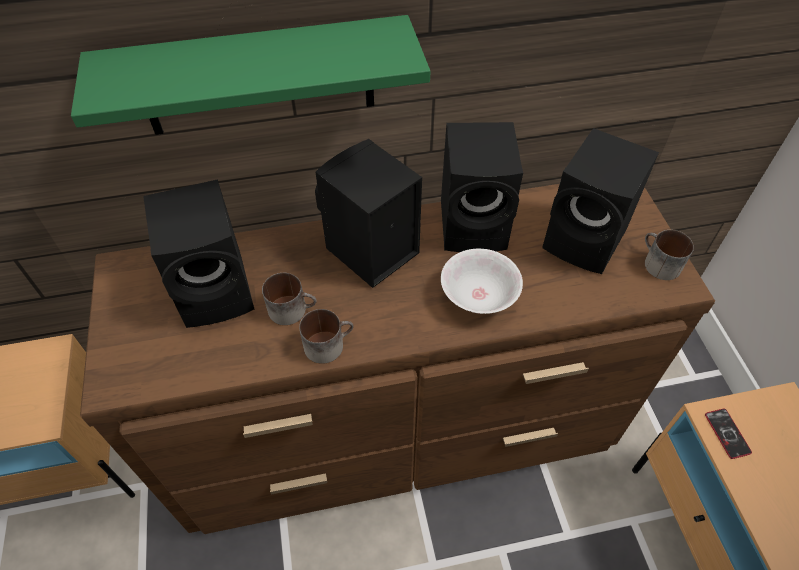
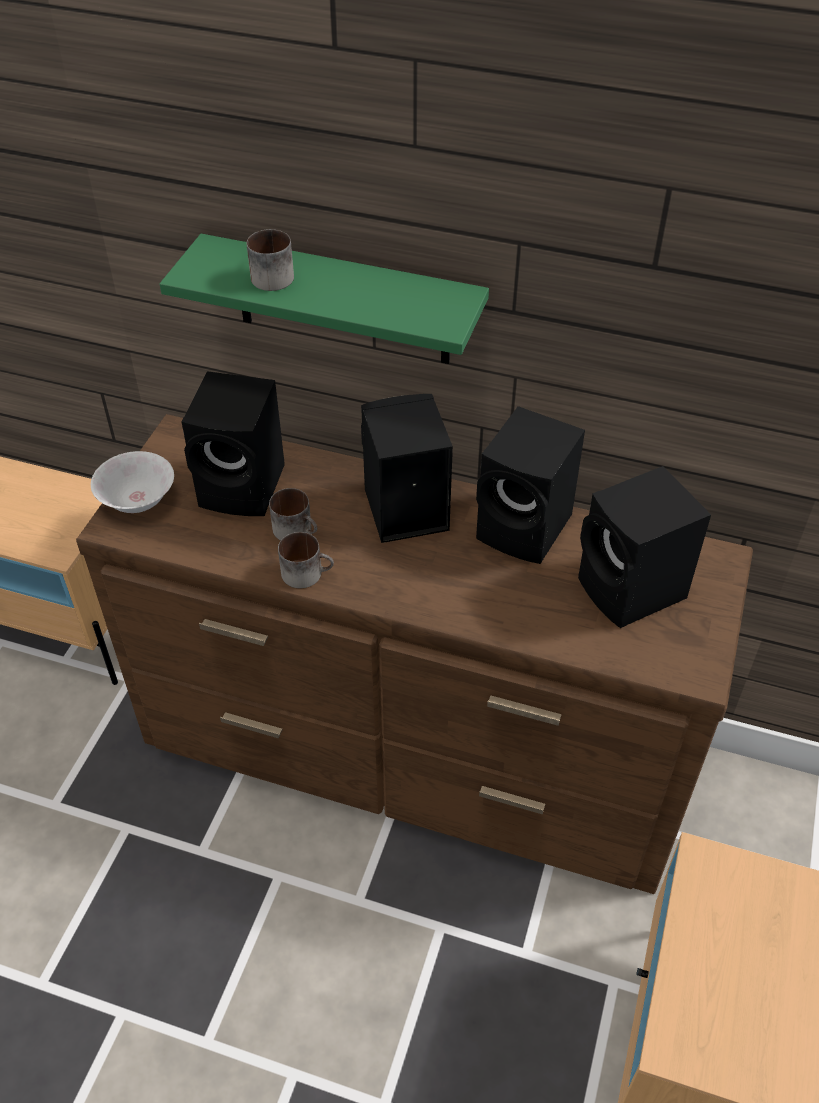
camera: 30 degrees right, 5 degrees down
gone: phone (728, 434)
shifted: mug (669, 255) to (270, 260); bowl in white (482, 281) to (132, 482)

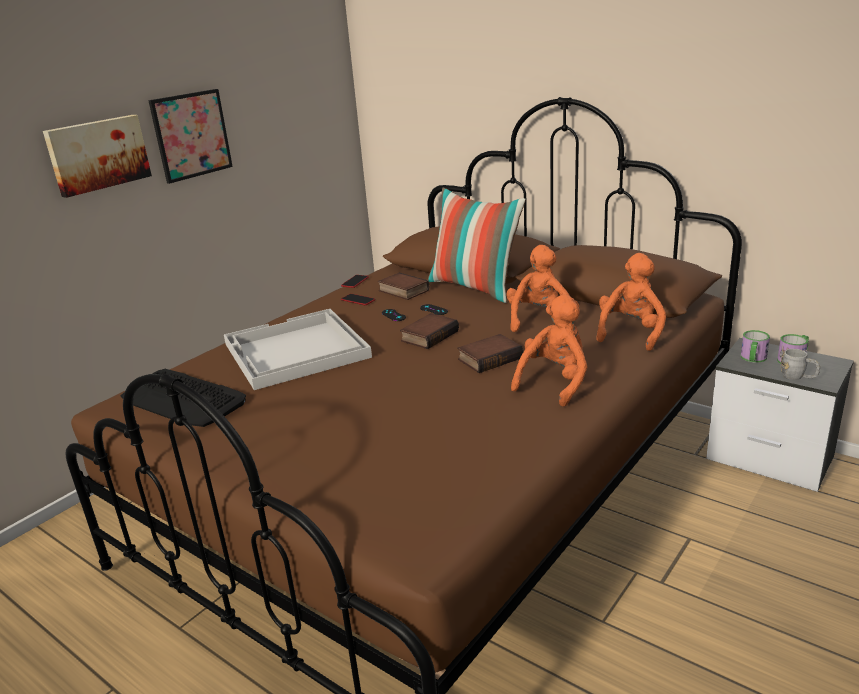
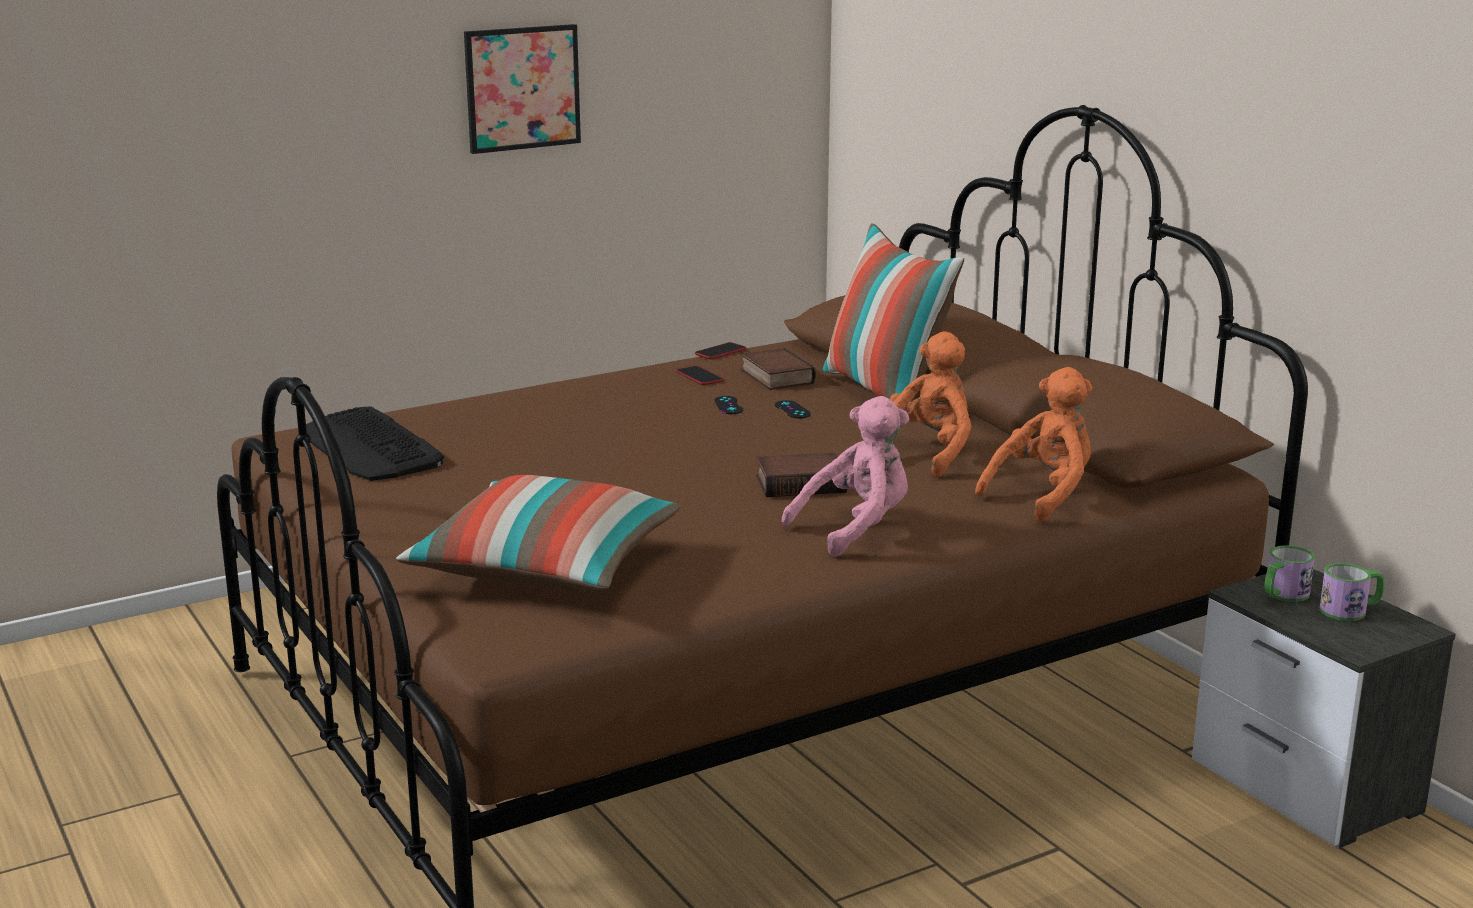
camera: 20 degrees right, 5 degrees down
gone: picture (97, 156); tray in white (298, 349); book (429, 331); mug in grey (800, 364)
new: pillow (538, 533)
repainted: plush toy in orange (549, 350) to plush toy in pink (846, 476)

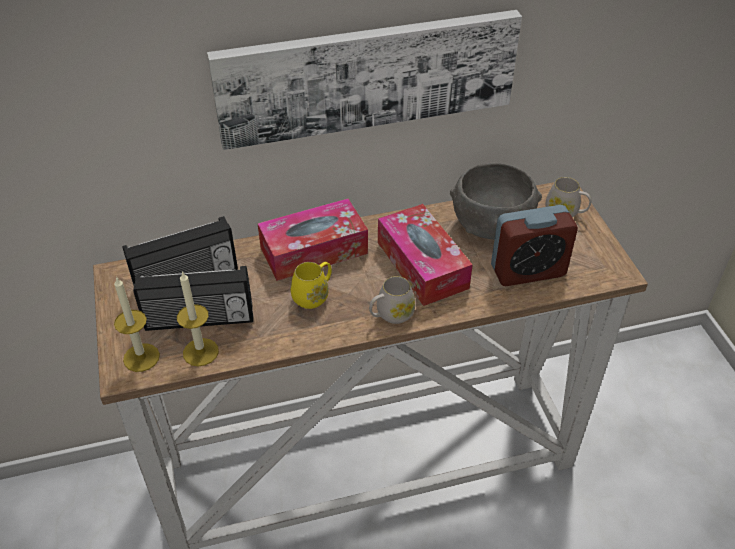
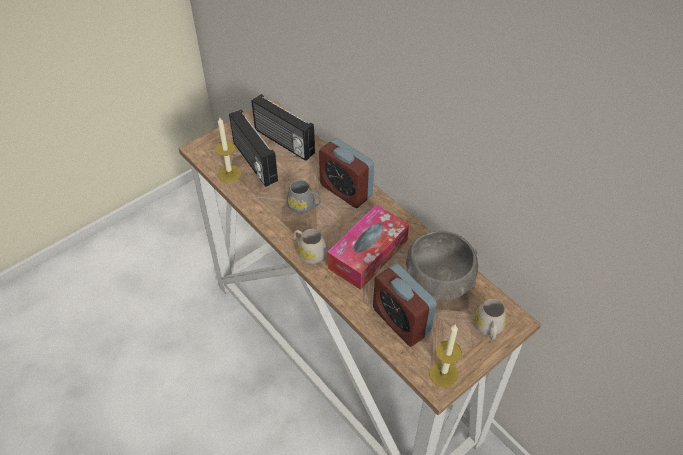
camera: 65 degrees right, 5 degrees up
gone: picture (364, 80)
shifted: candle (137, 324) to (445, 356)
swapped: tissue box (312, 240) to alarm clock (346, 173)
repainted: mug in yellow (311, 285) to mug in grey (304, 197)

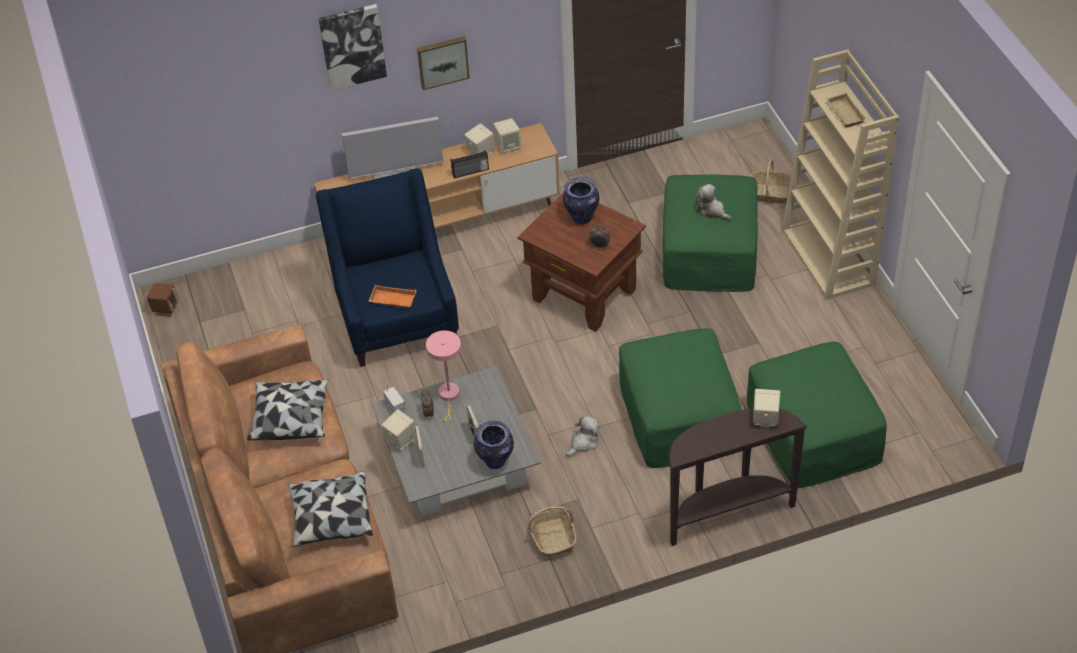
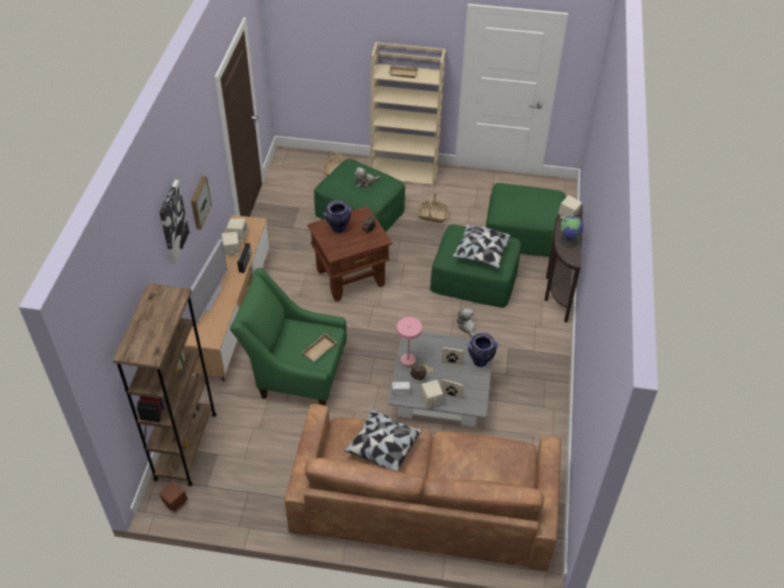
camera: 65 degrees left, 0 degrees up
new: globe (571, 231); bookcase in brown (165, 385)
shifted: pillow (330, 509) to (482, 246); basket (552, 531) to (433, 208)
repainted: armchair in blue (387, 267) to armchair in green (288, 337); tray in orange (392, 297) to tray in beige (319, 347)

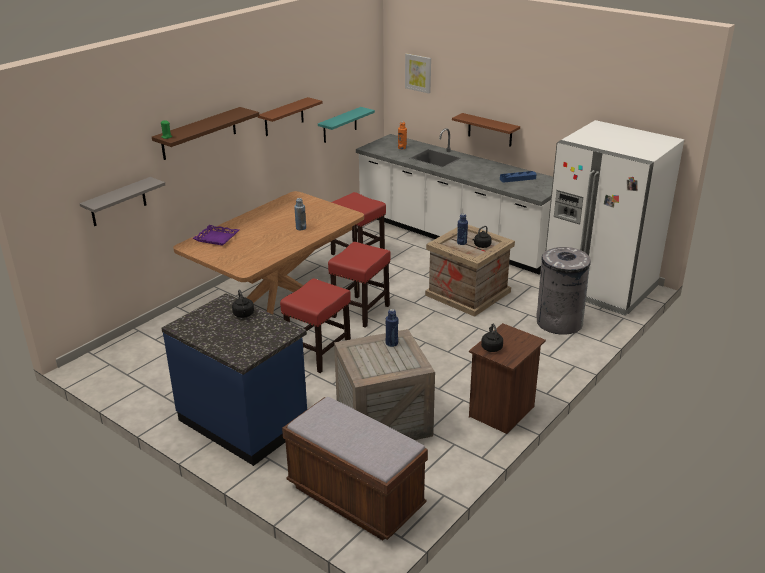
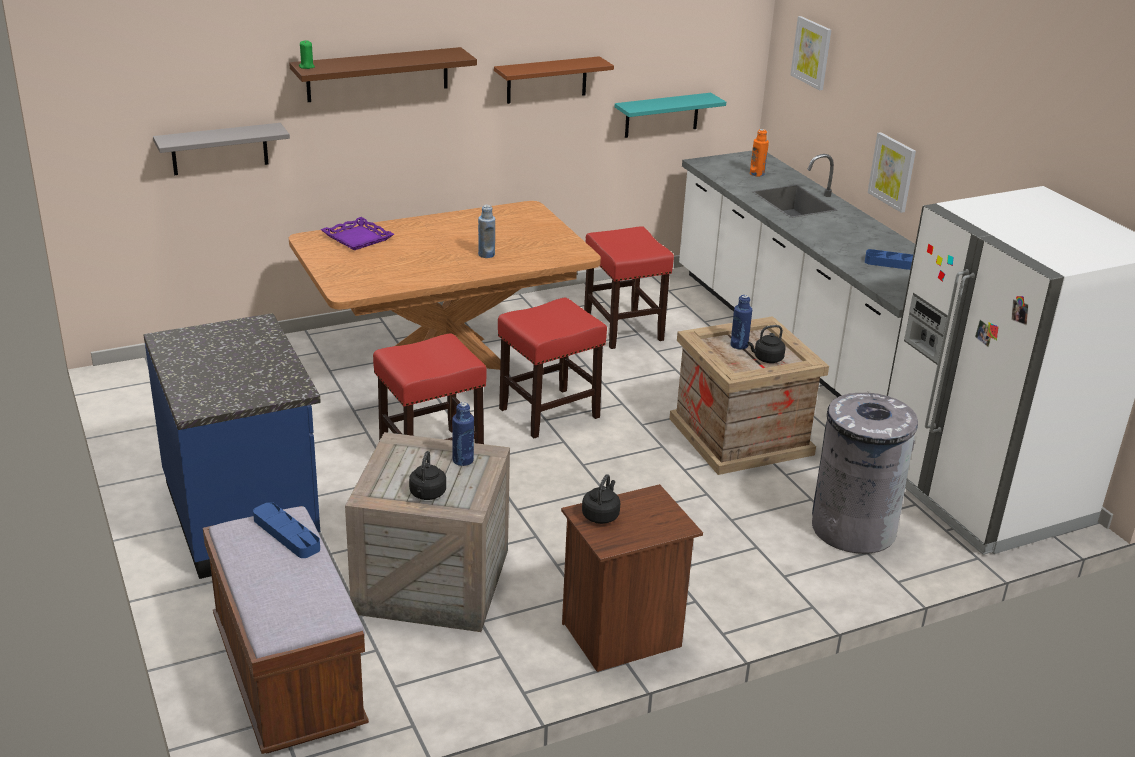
camera: 25 degrees right, 0 degrees up
new: tray in blue (286, 530)
shifted: kettle in black (243, 304) to (427, 475)
swapped: shelf in brown (486, 130) to picture (892, 172)

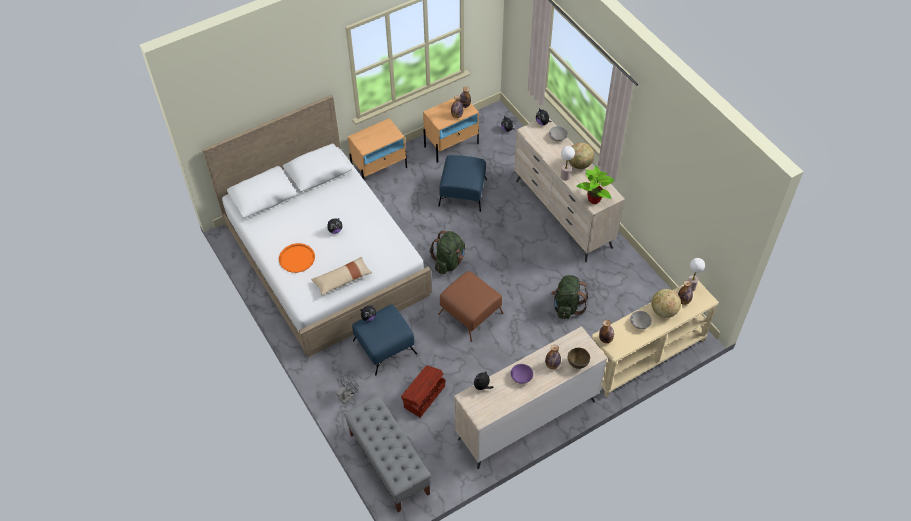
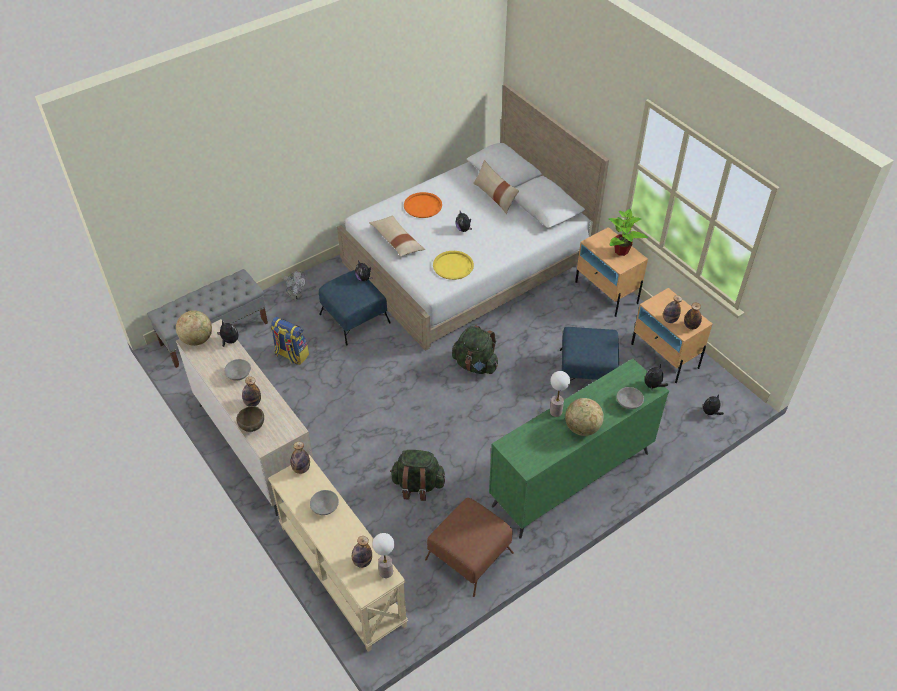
camera: 85 degrees right, 5 degrees down
new: pillow in beige (496, 187); tray in yellow (453, 265)
shifted: potted plant (595, 185) to (629, 232); ottoman in brown (471, 306) to (469, 547); globe (666, 303) to (194, 328)
swapped: storage box in brown (423, 391) to backpack (290, 341)
repainted: dresser in beige (569, 190) to dresser in green (579, 448); bowl in purple (522, 374) to bowl in grey (237, 369)

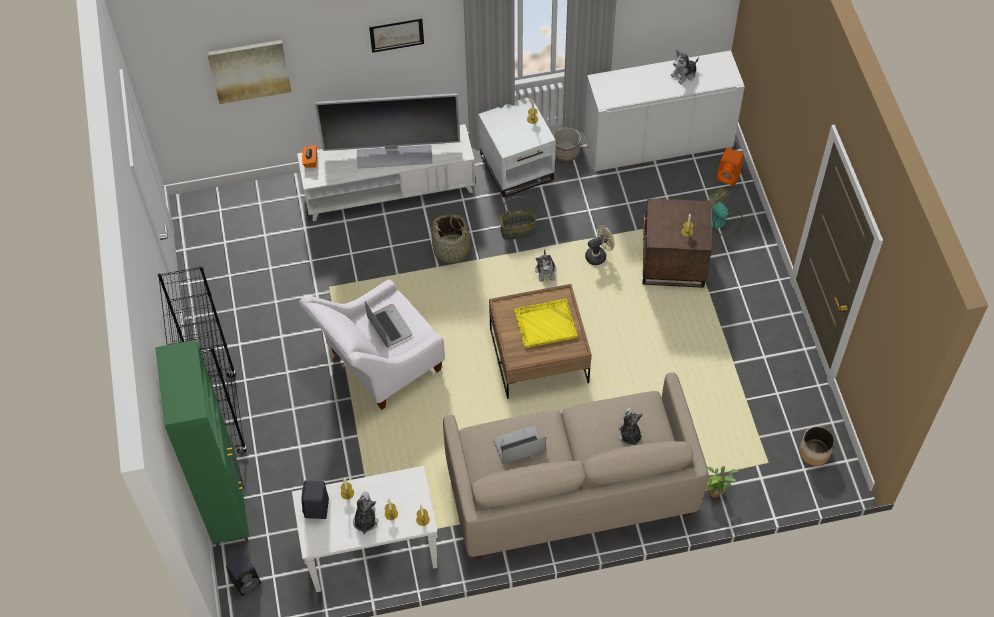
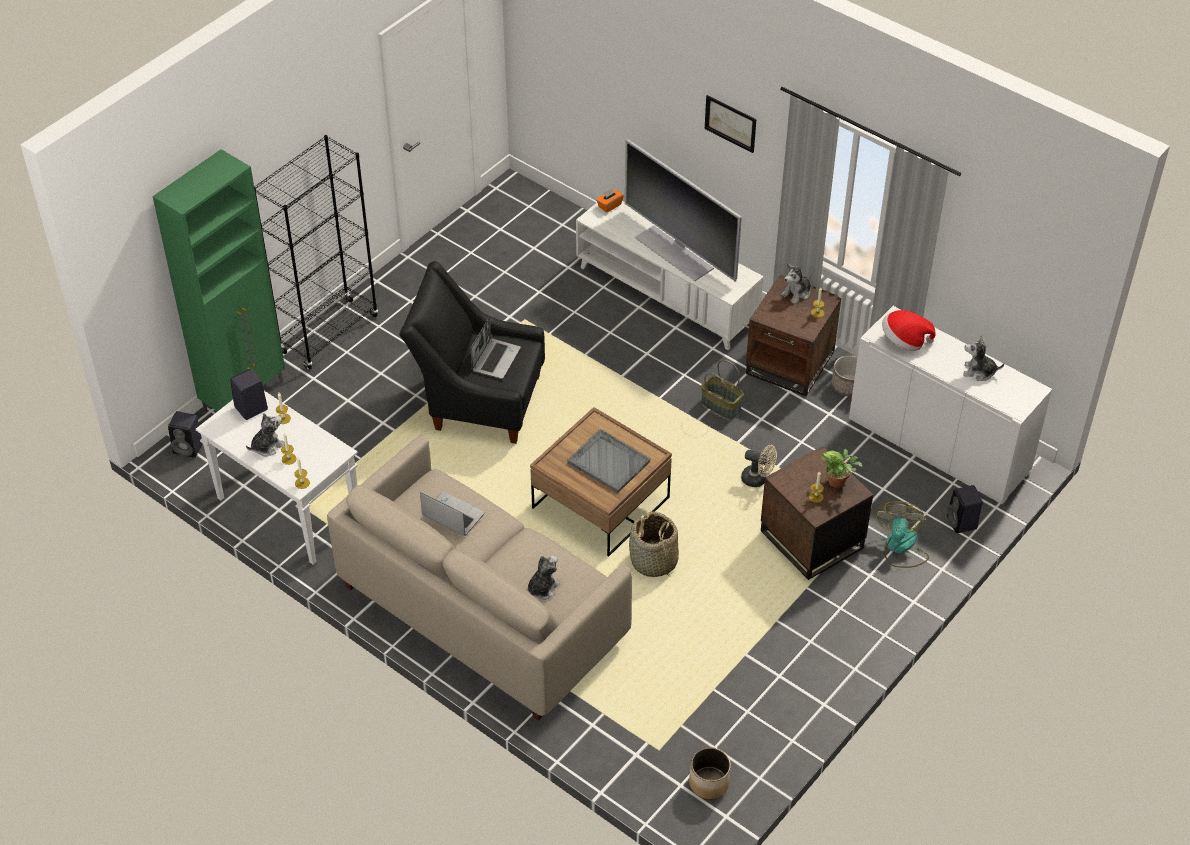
camera: 50 degrees right, 10 degrees down
gone: picture (249, 72)
new: hat (908, 330)
shifted: basket (454, 239) to (654, 544); plush toy (546, 265) to (796, 283); potted plant (722, 481) to (841, 468)
repainted: side table in white (517, 147) to side table in brown (793, 335); speaker in orange (729, 167) to speaker in black (965, 509); armchair in white (372, 345) to armchair in black (472, 352); tray in yellow (546, 323) to tray in grey (608, 461)

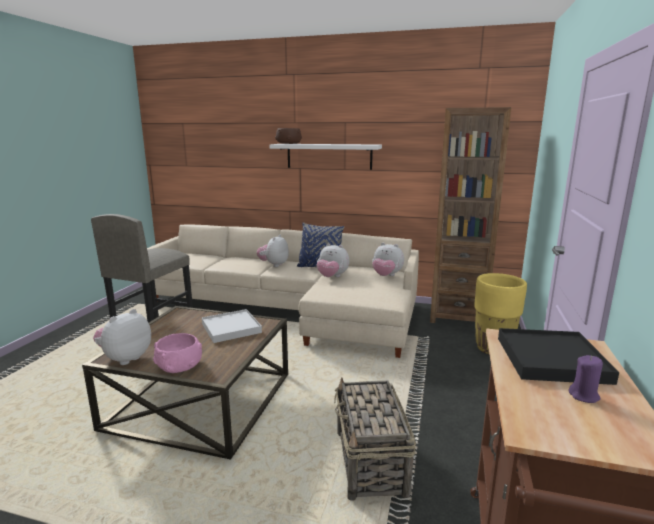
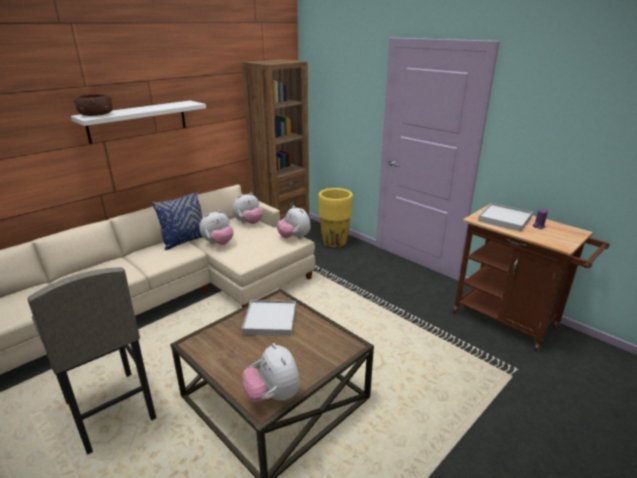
camera: 60 degrees left, 10 degrees up
gone: bowl in pink (177, 353); basket (375, 439)
shifted: plush toy (273, 251) to (294, 222)
repainted: tray in black (558, 356) to tray in white (505, 217)

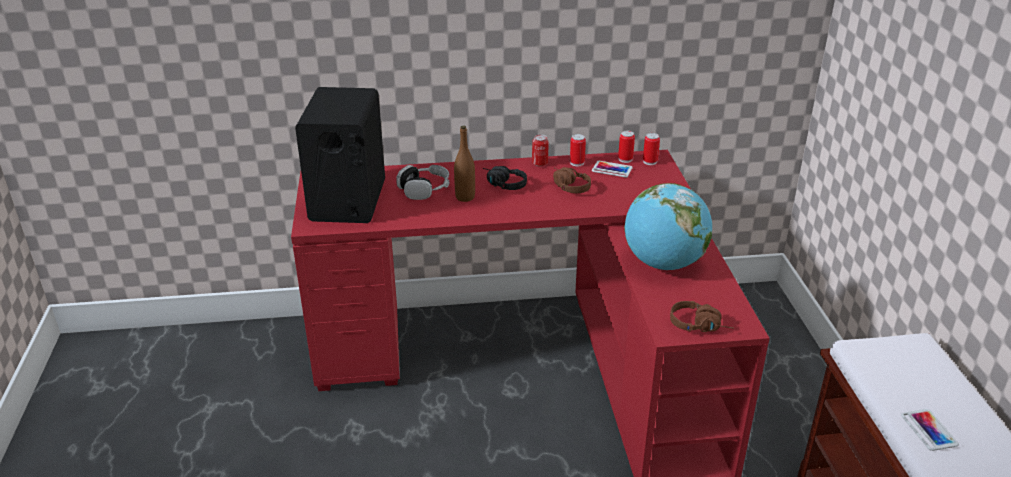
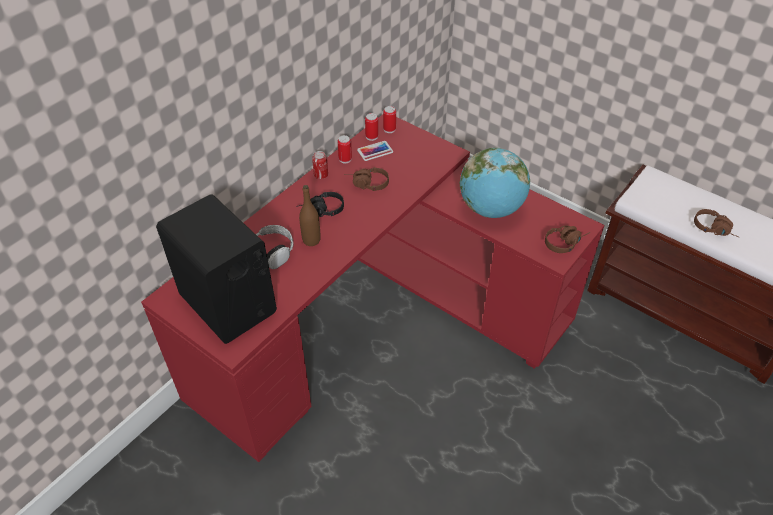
camera: 45 degrees left, 15 degrees up
swapped: phone (930, 430) to headphones in brown (716, 223)

